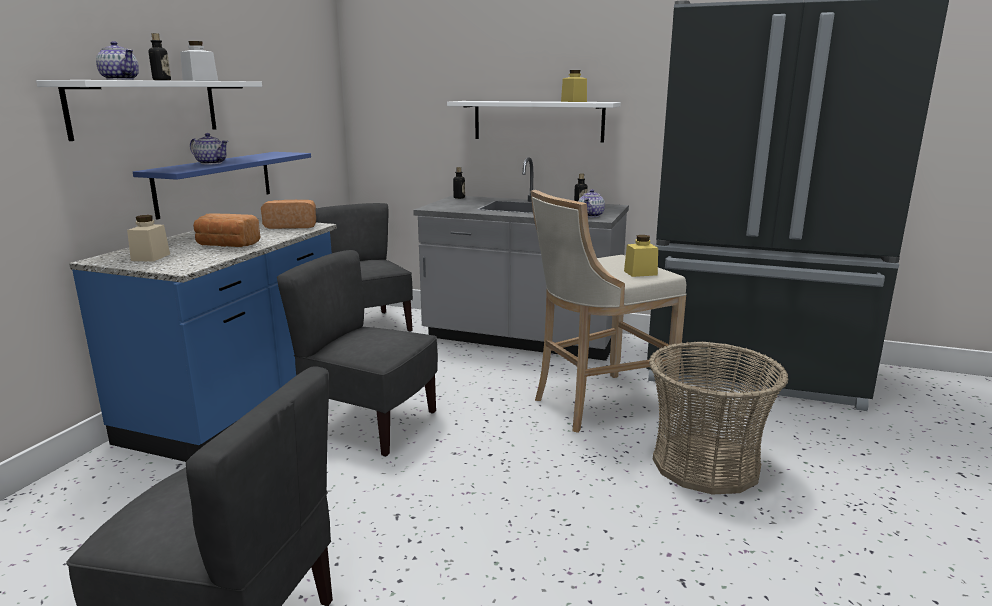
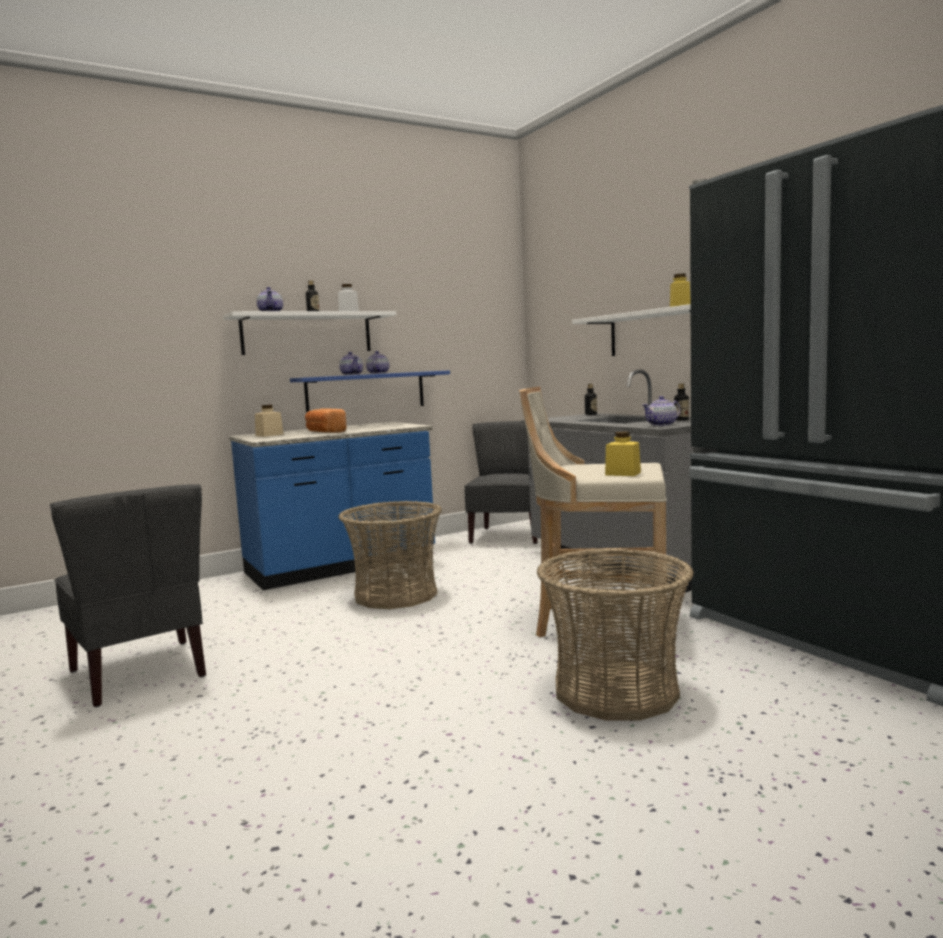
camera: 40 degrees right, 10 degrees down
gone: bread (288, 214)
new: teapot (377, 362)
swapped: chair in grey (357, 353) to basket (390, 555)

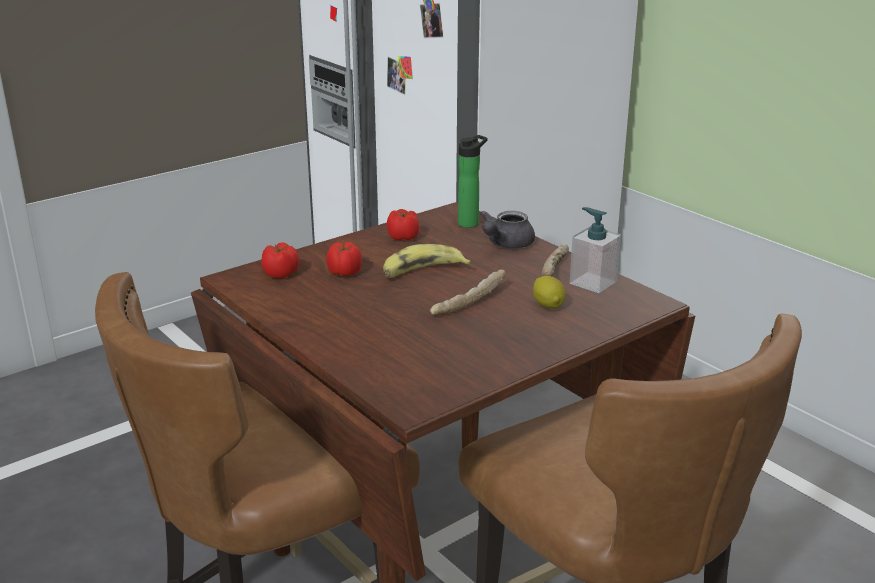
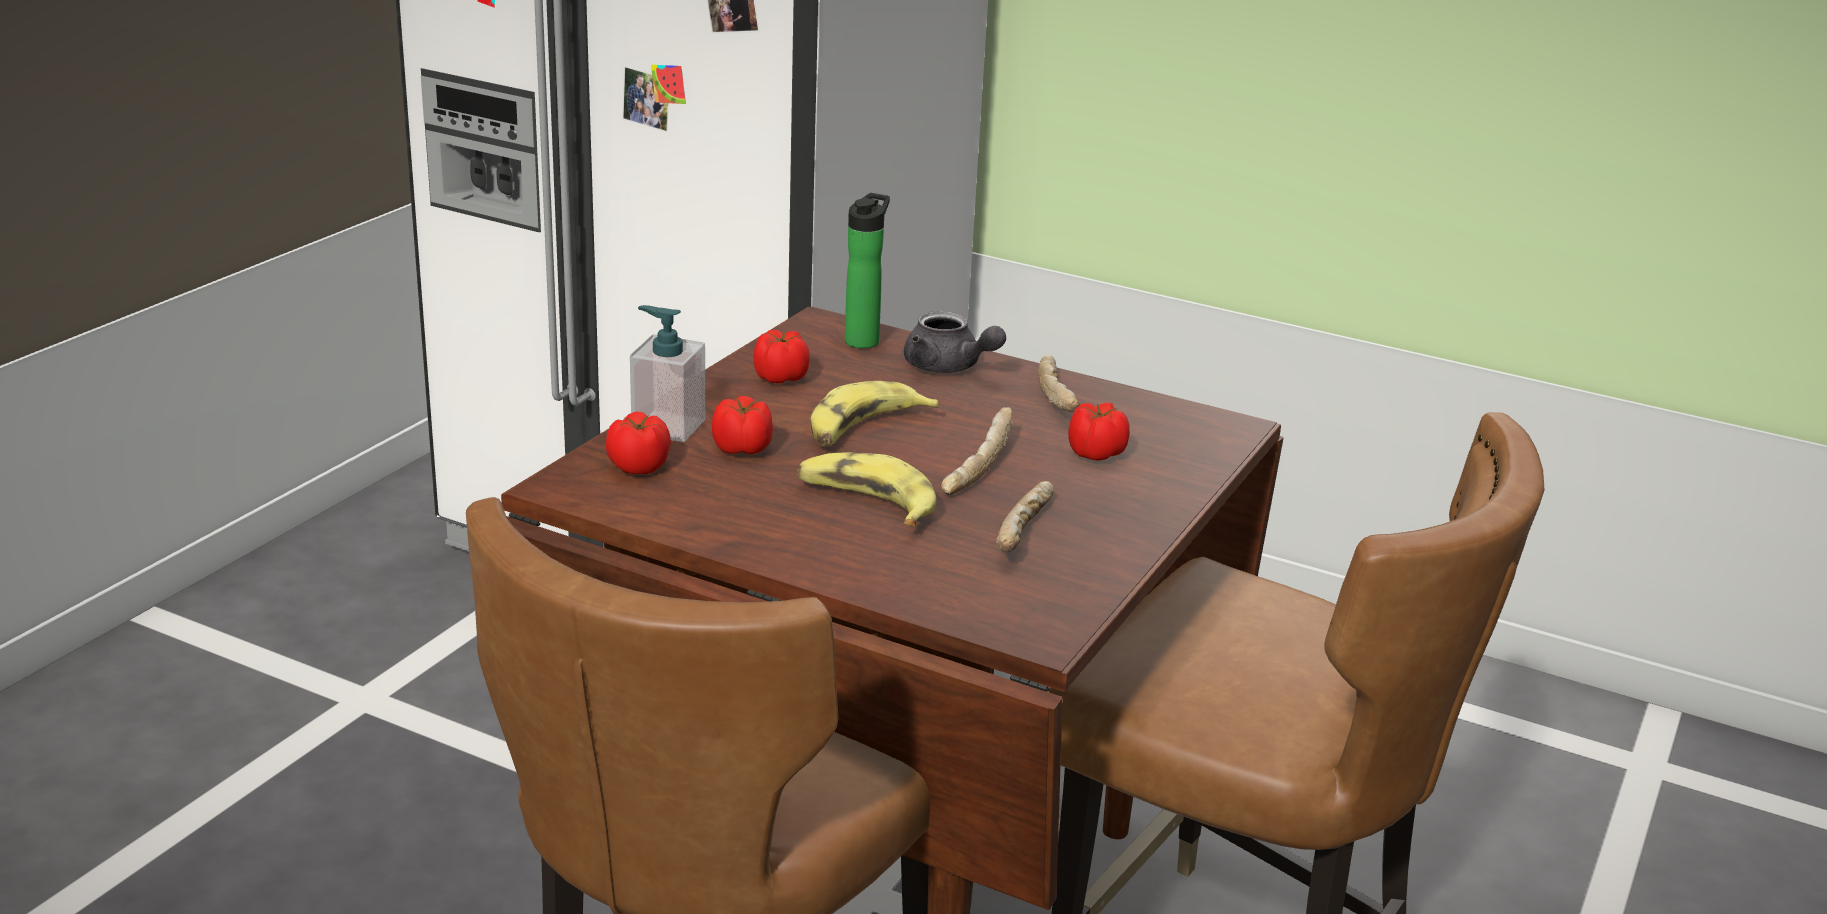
camera: 25 degrees left, 0 degrees up
new: banana (866, 489); bread (1025, 516)
shifted: soap dispenser (595, 250) to (667, 373)
swapped: lemon (549, 292) to tomato (1099, 432)
rotated: teapot in grey (507, 229) = (955, 342) 60 degrees counterclockwise

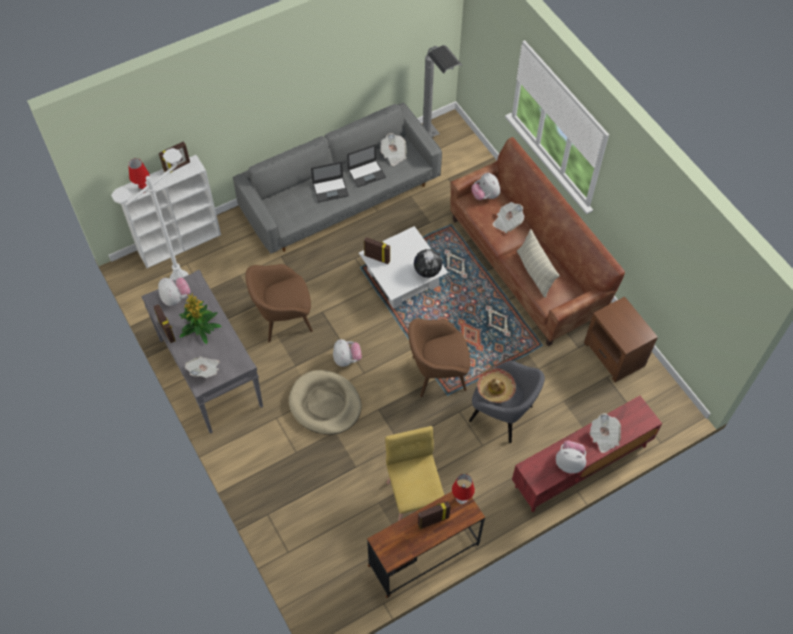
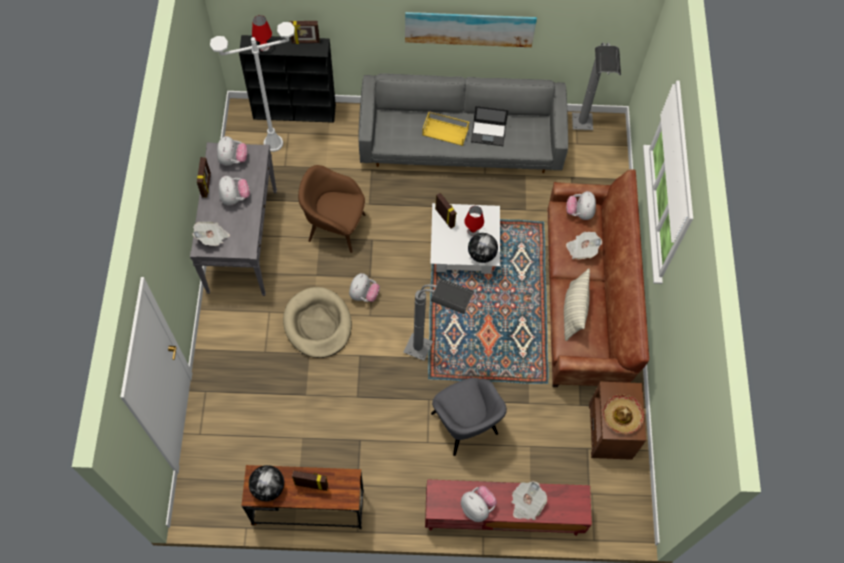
camera: 30 degrees right, 5 degrees up
gone: newspaper (394, 149); chair in yellow (414, 473)
new: picture (471, 29); globe (266, 483)
shifted: hat (496, 385) to (623, 414); table lamp in red (463, 489) to (474, 221)
swapped: laptop (330, 182) to tray in yellow (445, 128); potted plant (200, 318) to plush toy (234, 191); armchair in brown (439, 358) to floor lamp in grey (439, 319)
repainted: bookcase in white (168, 211) to bookcase in black (287, 79)

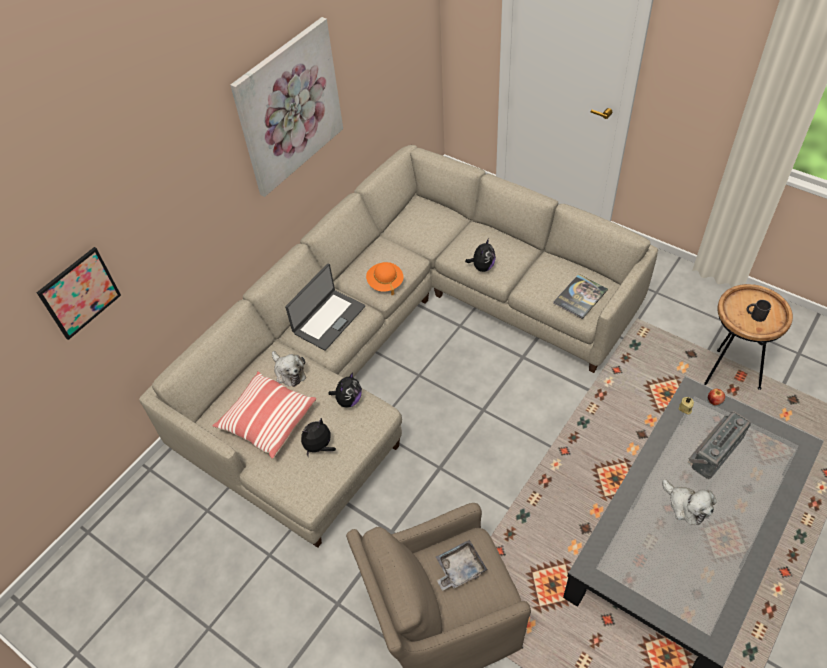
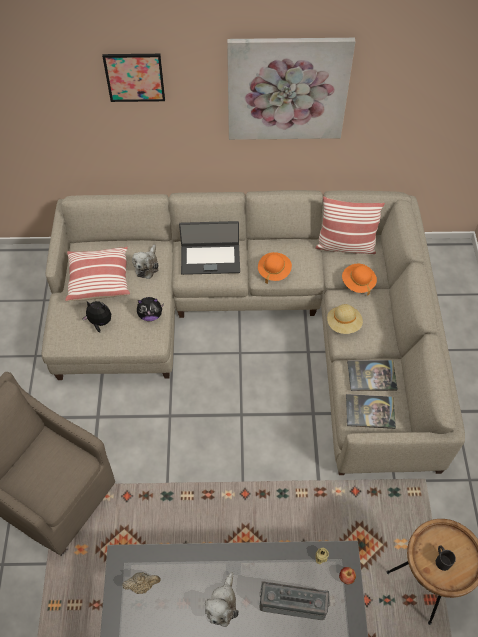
camera: 50 degrees right, 5 degrees up
gone: tray in grey (462, 565)
new: pillow (350, 225); hat in orange (359, 279); book (372, 375); teapot in beige (141, 583)
shifted: picture (78, 293) to (133, 78)
swapped: plush toy (480, 255) to hat in beige (345, 319)

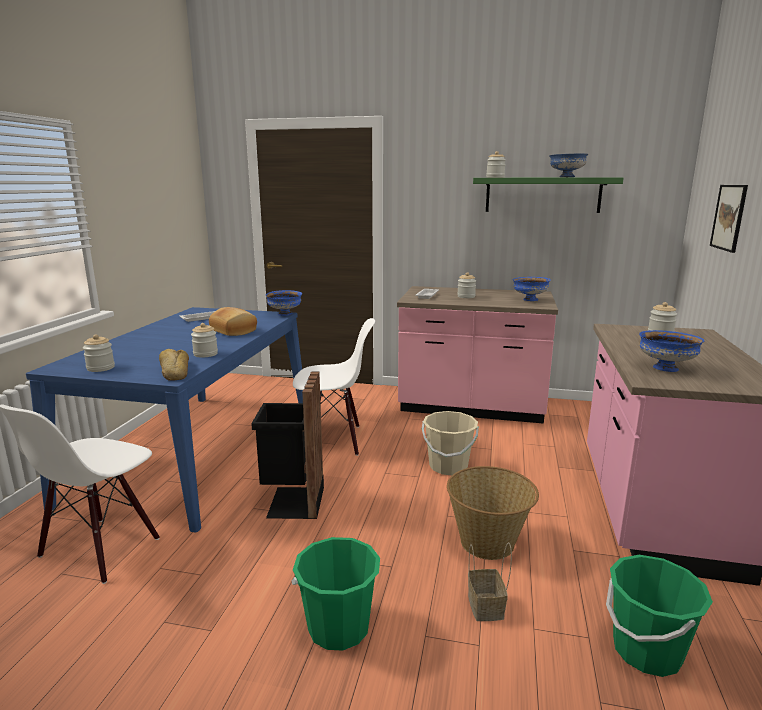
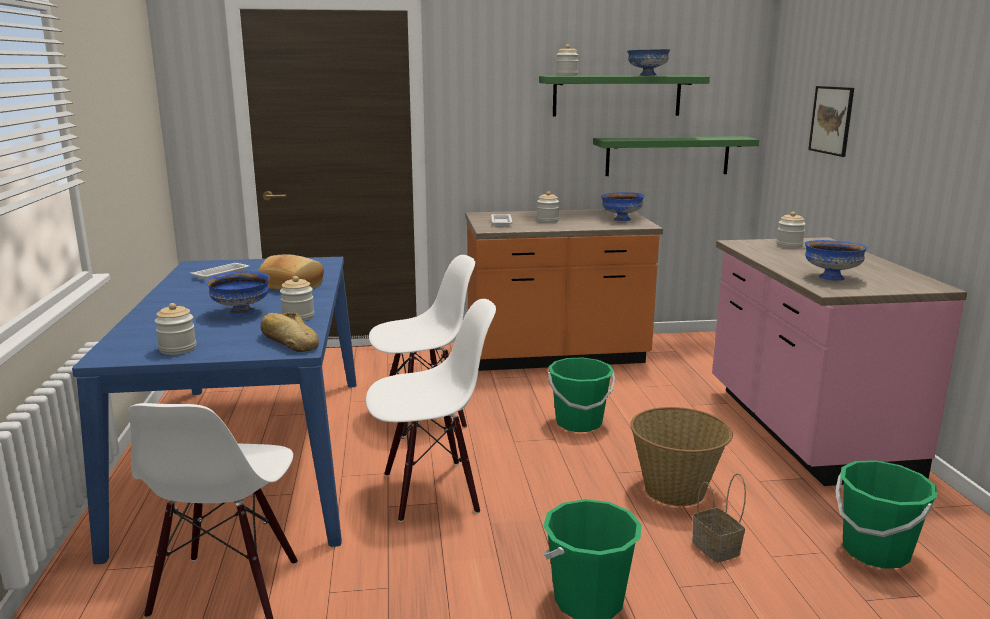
camera: 20 degrees left, 0 degrees up
new: shelf in green (676, 156)
shifted: bowl in blue (284, 303) to (238, 293)
swapped: trash can in black (287, 445) to chair in white (431, 410)
repainted: counter in pink (477, 355) to counter in orange (564, 290); bucket in beige (450, 443) to bucket in green (581, 395)

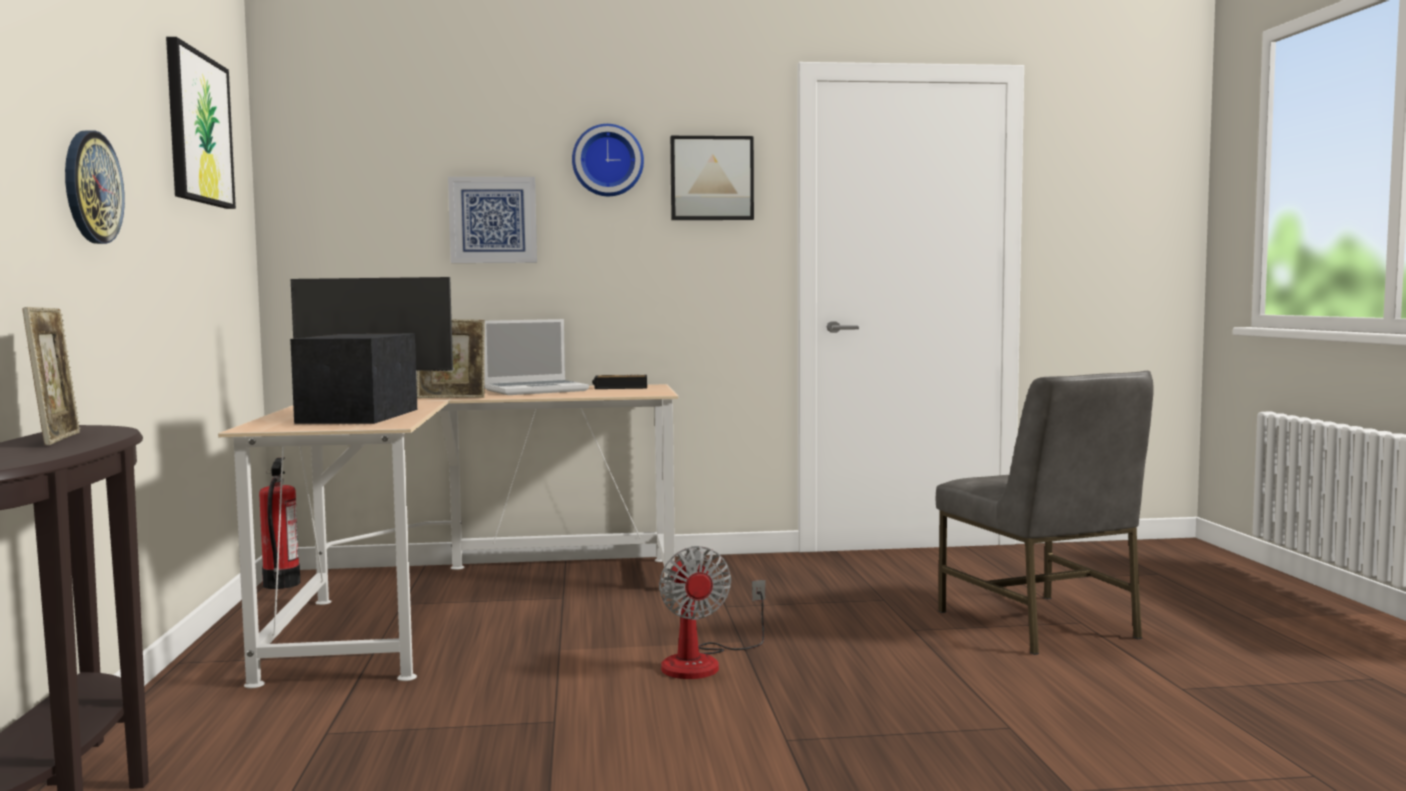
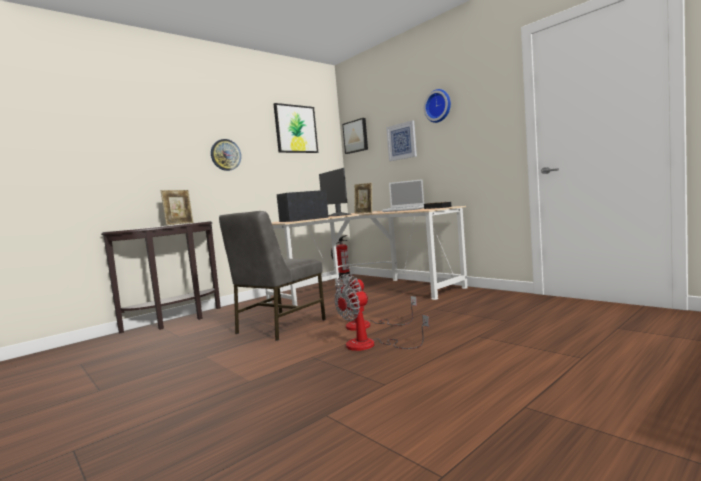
camera: 55 degrees right, 0 degrees up
new: fan (381, 318)
shifted: picture (712, 178) to (355, 136); chair in grey (1045, 513) to (272, 276)

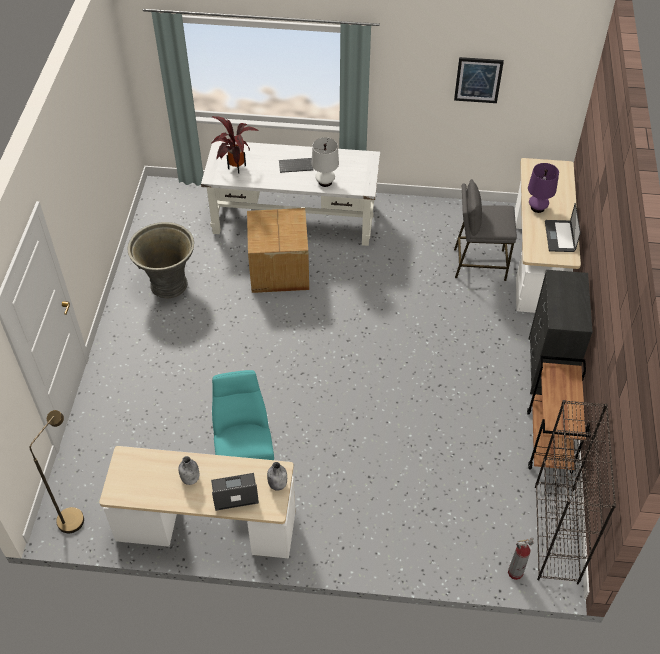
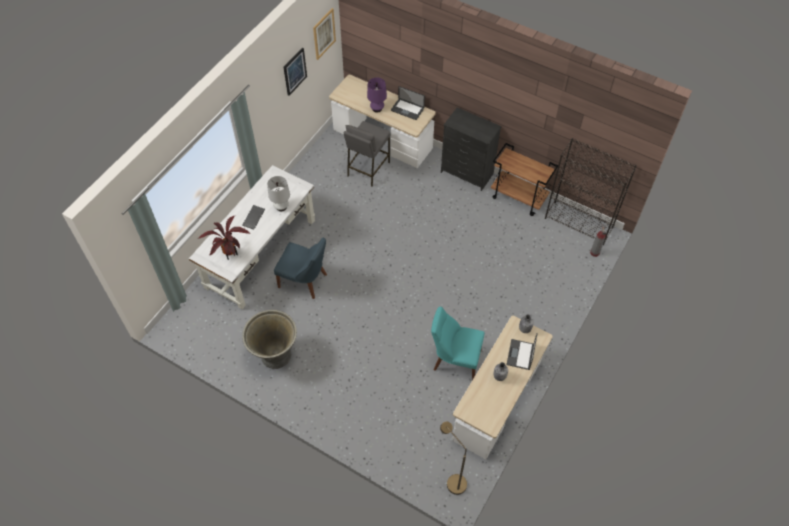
camera: 65 degrees left, 5 degrees up
new: picture (324, 34)
swapped: cardboard box (278, 250) to chair in blue (300, 268)

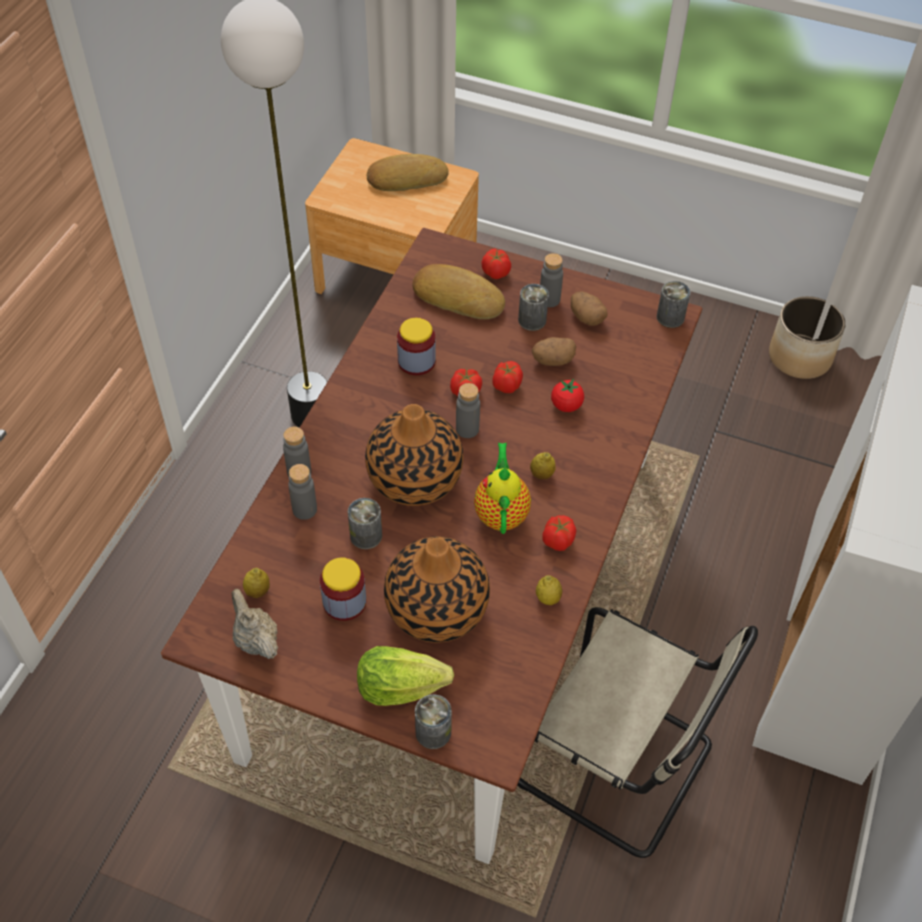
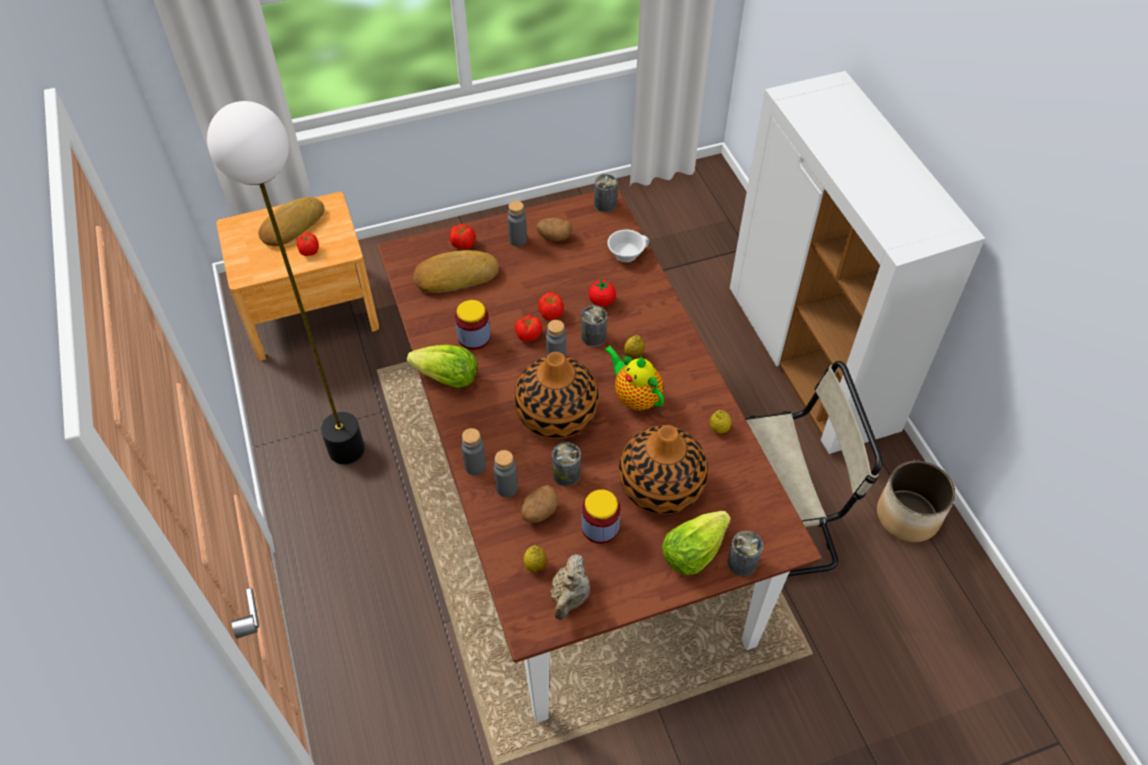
camera: 40 degrees left, 0 degrees up
new: cup in white (629, 246); lettuce (442, 366)
shifted: can (533, 307) to (594, 326); planter (807, 337) to (916, 501); potato (553, 351) to (540, 504); tomato (559, 533) to (308, 244)
rotated: teapot in beige (255, 624) = (570, 587) 90 degrees counterclockwise

